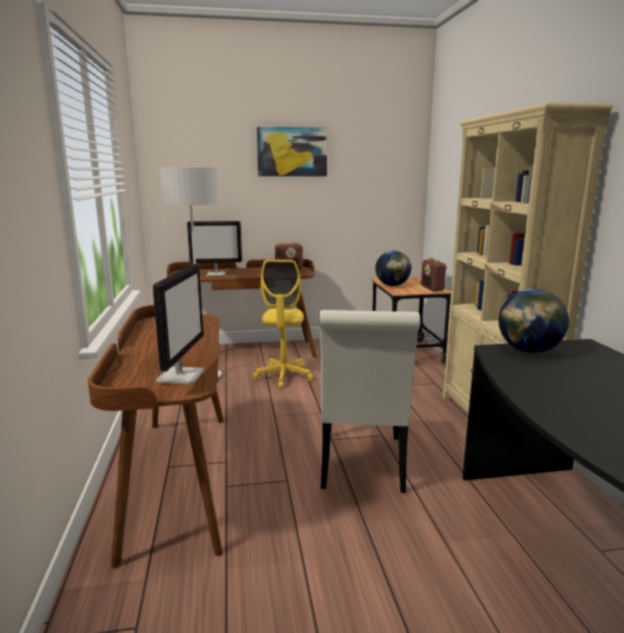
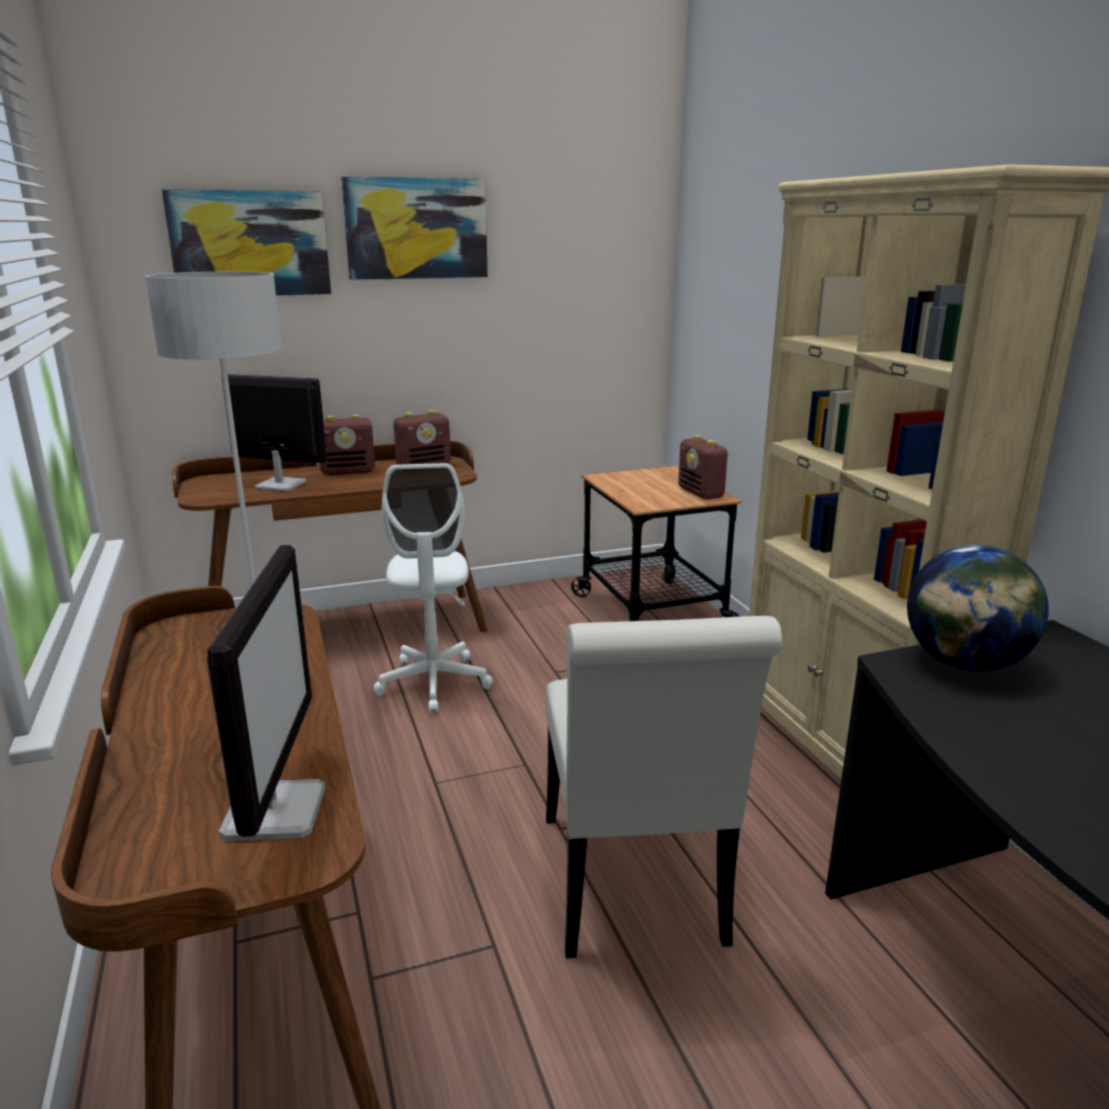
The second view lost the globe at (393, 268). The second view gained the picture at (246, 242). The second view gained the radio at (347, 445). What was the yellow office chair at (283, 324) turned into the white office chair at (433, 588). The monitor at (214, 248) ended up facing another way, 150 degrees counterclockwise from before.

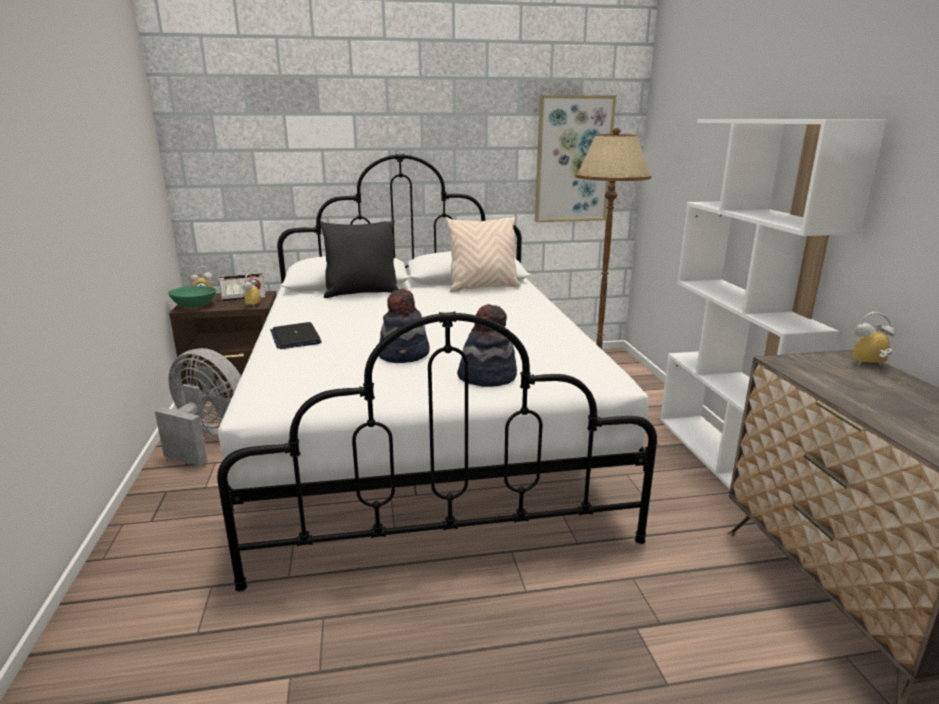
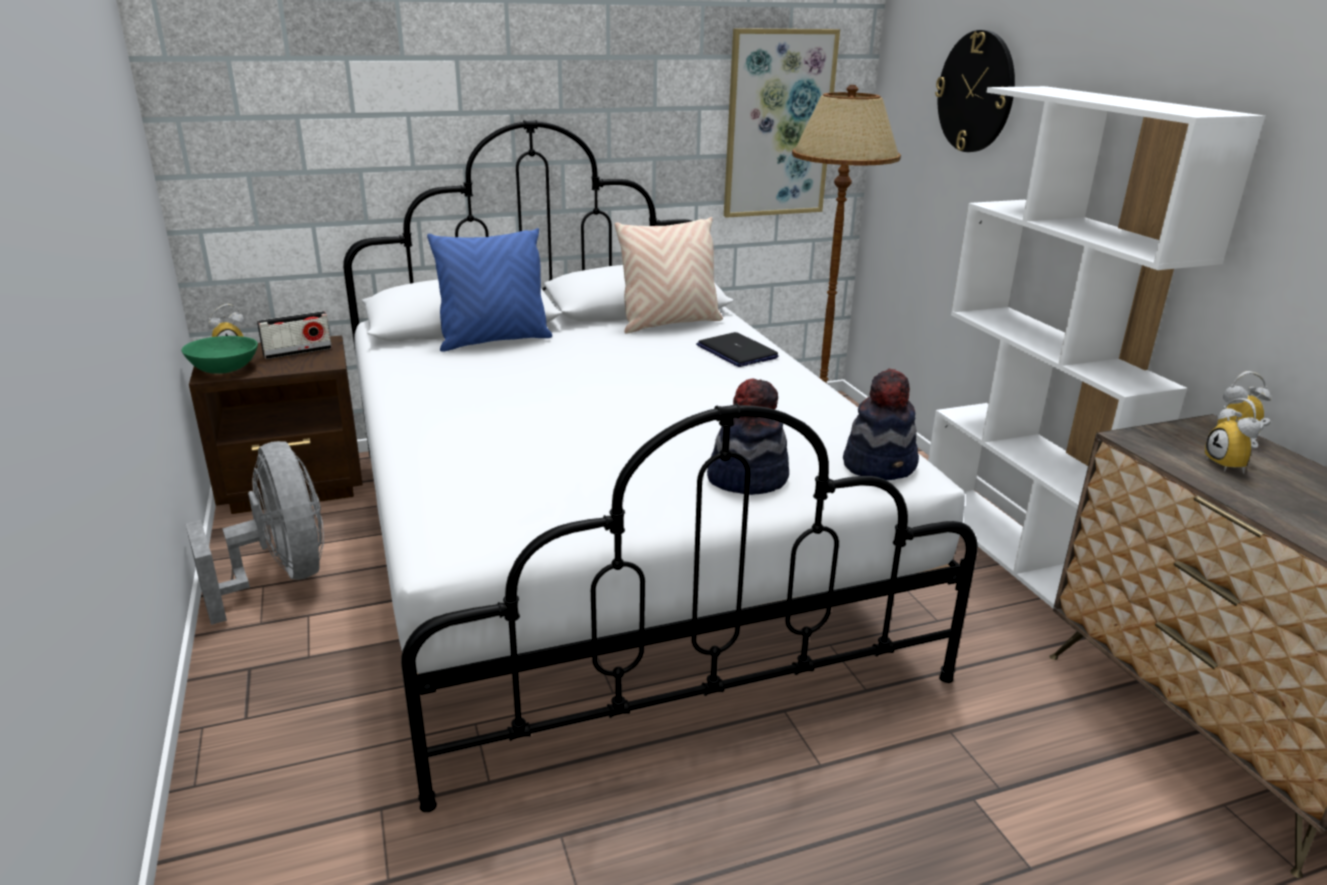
The second view gained the wall clock at (975, 91). The alarm clock ended up elsewhere, having gone from (254, 290) to (1233, 435). The laptop ended up elsewhere, having gone from (296, 335) to (737, 349). The hat ended up elsewhere, having gone from (404, 325) to (881, 424). What was the black pillow at (359, 259) turned into the blue pillow at (489, 290). The grey fan at (198, 407) ended up facing another way, 45 degrees clockwise from before.

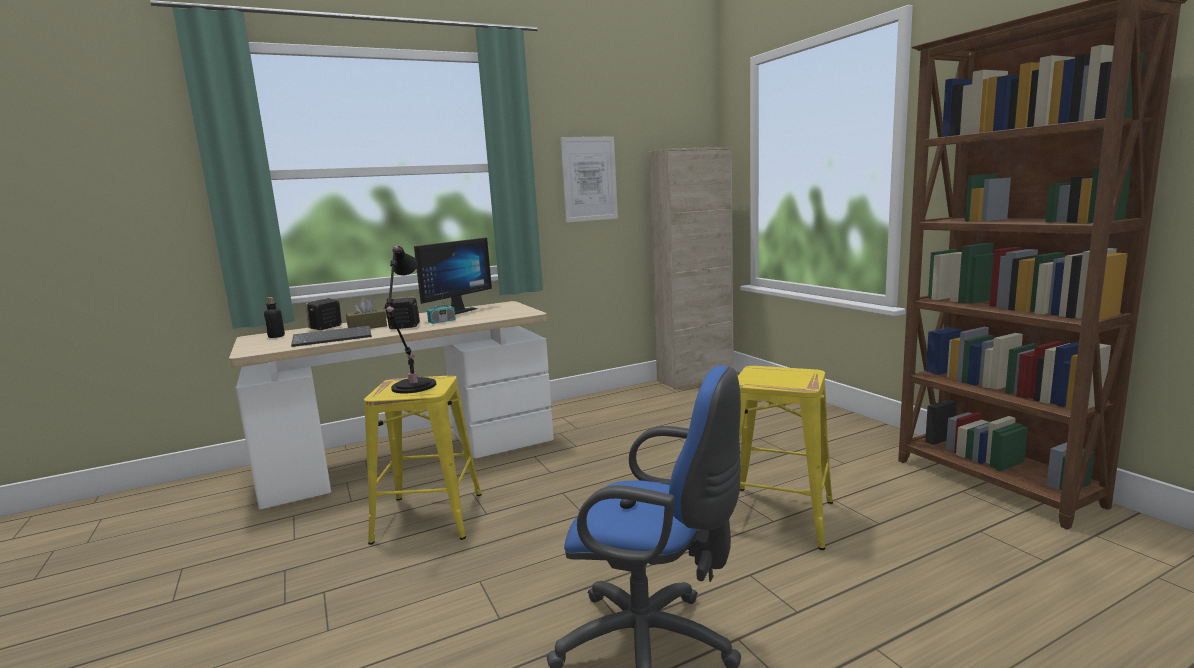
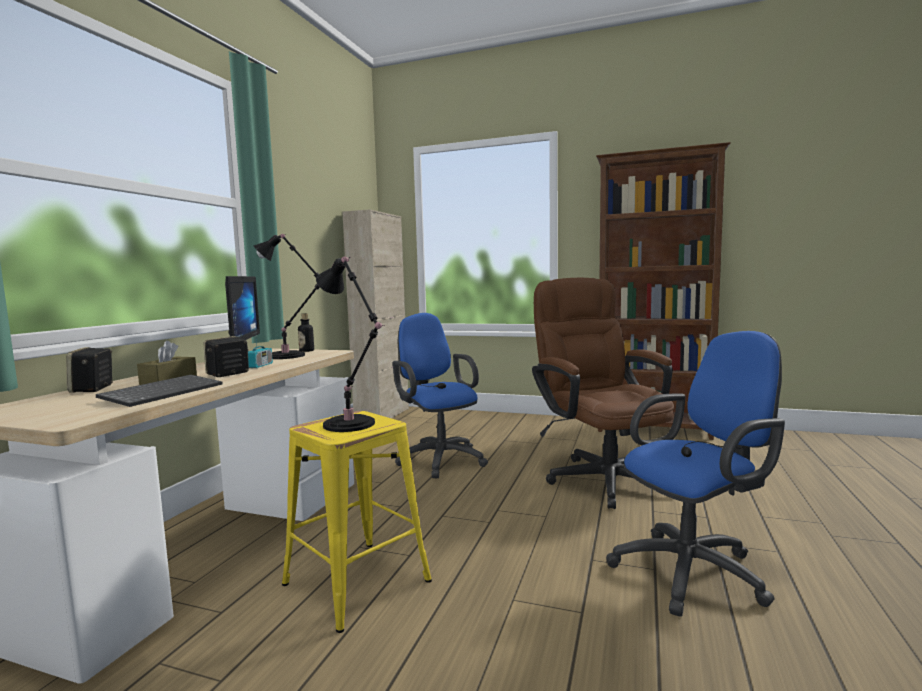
The second view lost the picture at (589, 179). The second view gained the black table lamp at (286, 296). The second view gained the blue office chair at (440, 395). The bottle ended up elsewhere, having gone from (274, 317) to (306, 332). Where the yellow stool stood at (785, 458), the brown office chair came to stand at (603, 393).

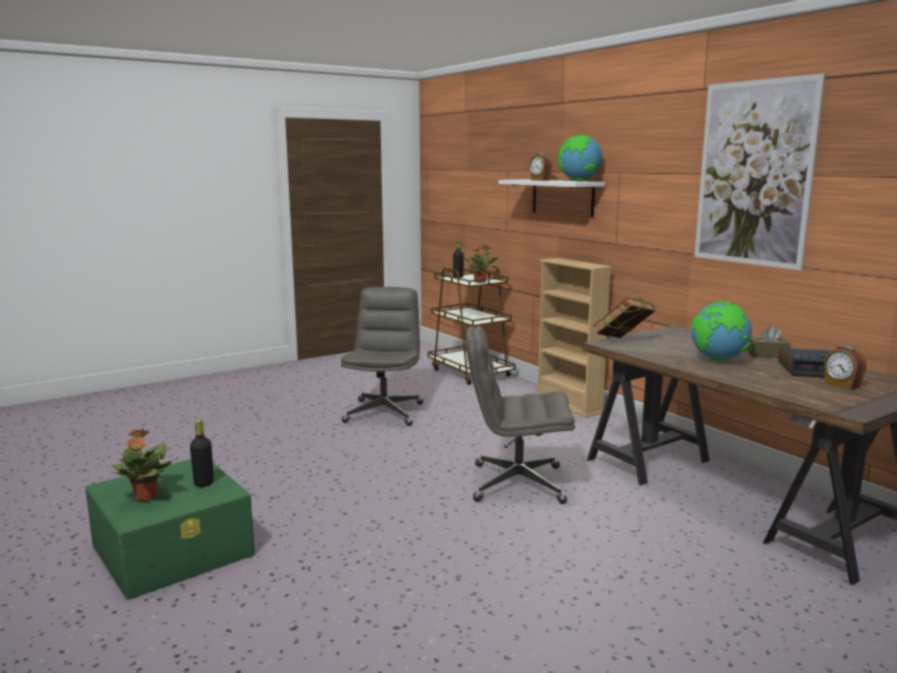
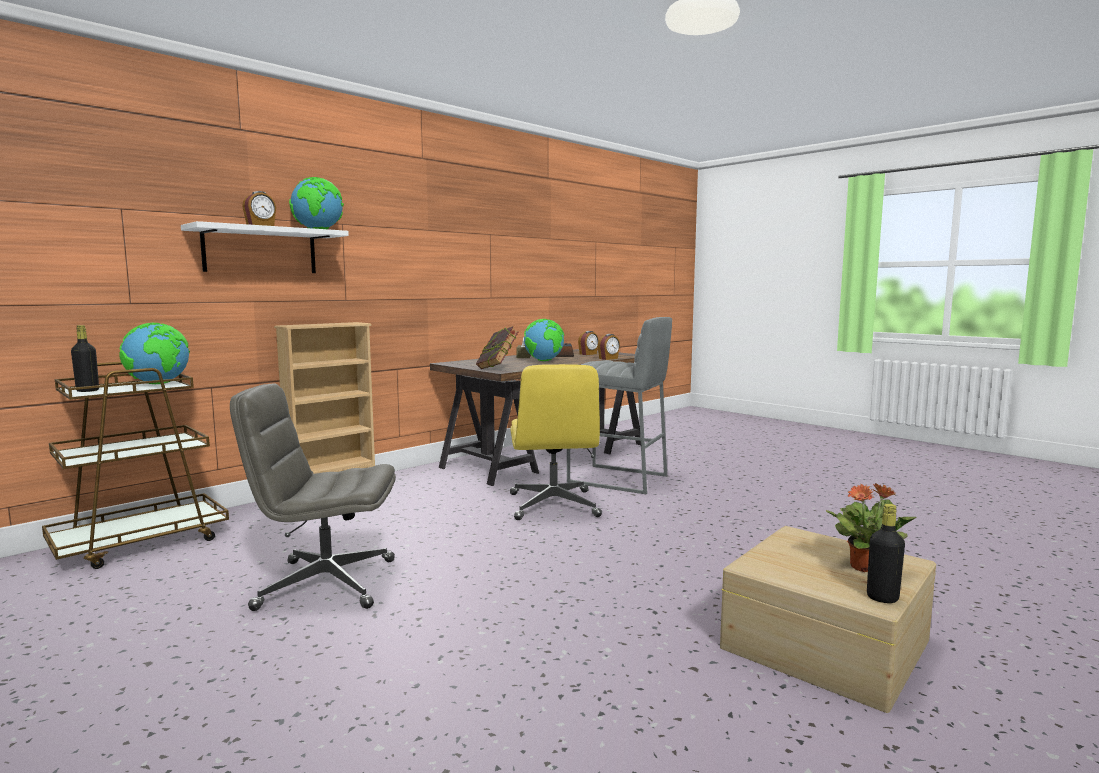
The second view lost the picture at (760, 172). The second view gained the grey stool at (619, 405). The second view gained the alarm clock at (609, 347). The black bottle ended up elsewhere, having gone from (202, 453) to (886, 553). Where the potted plant stood at (481, 263), the globe came to stand at (154, 353). What was the green storage box at (170, 529) turned into the beige storage box at (828, 619). What was the grey office chair at (520, 415) turned into the yellow office chair at (556, 442).

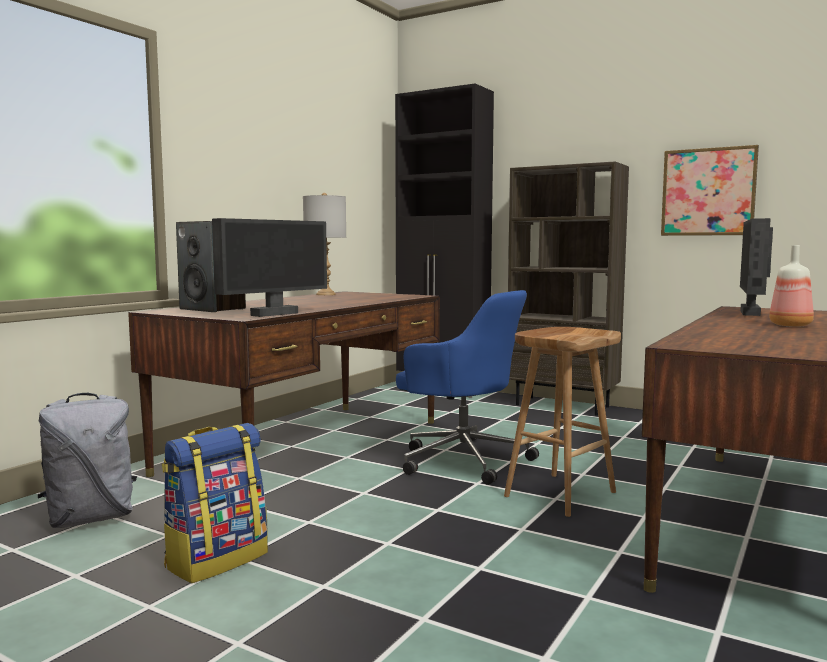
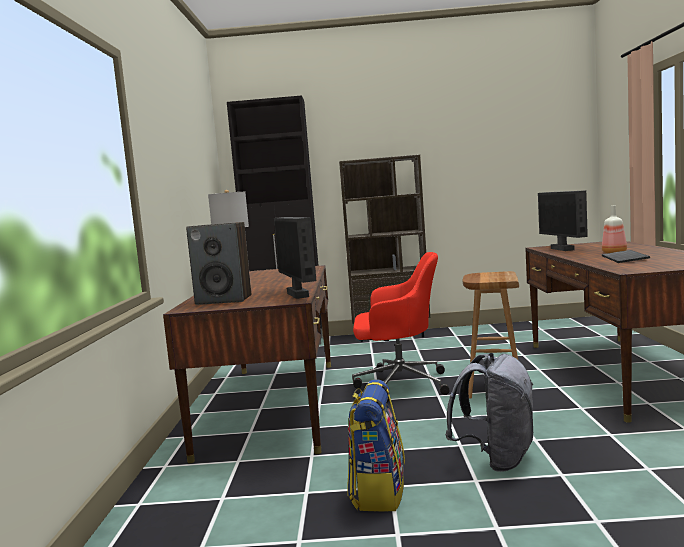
The second view lost the picture at (710, 190). The second view gained the keyboard at (626, 256). The grey backpack ended up elsewhere, having gone from (87, 460) to (489, 412). What was the blue office chair at (467, 387) turned into the red office chair at (400, 327). The monitor at (269, 267) ended up facing another way, 150 degrees clockwise from before.

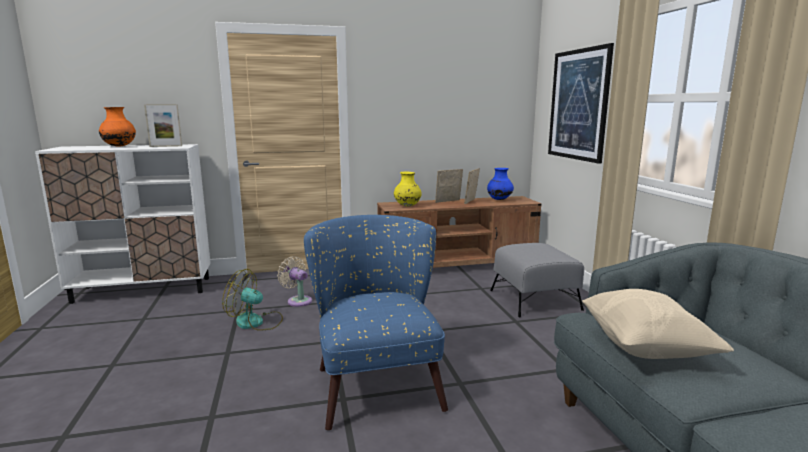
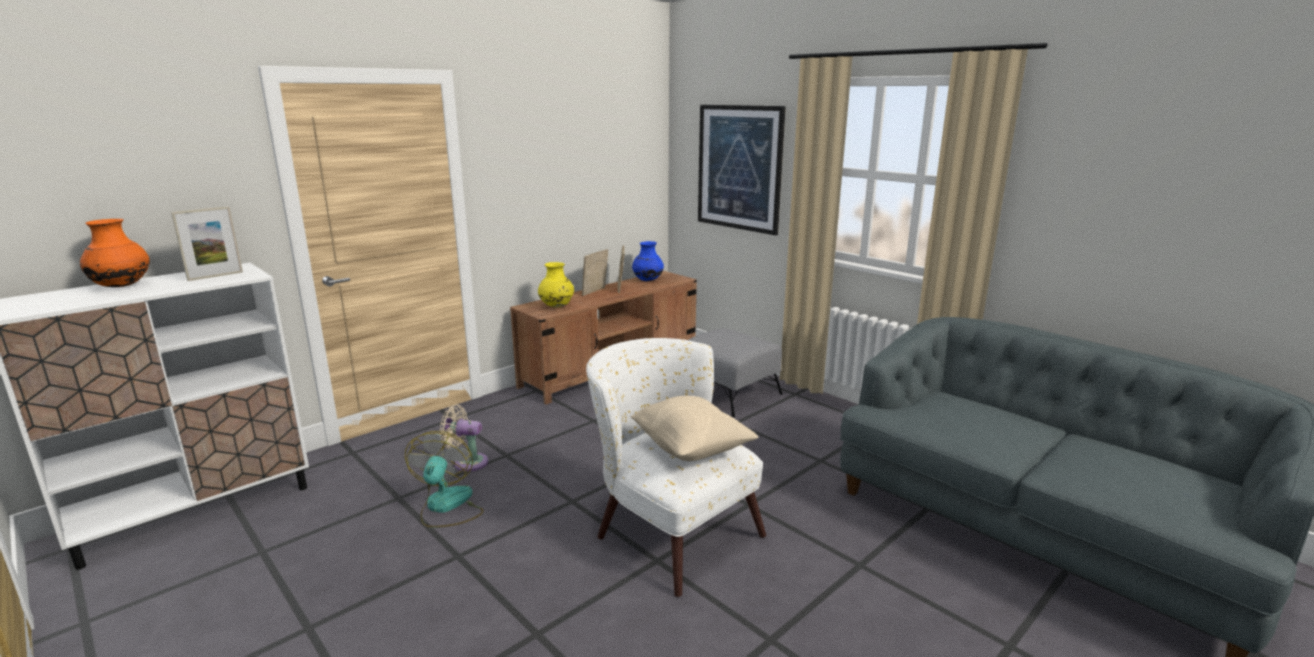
The beige pillow ended up elsewhere, having gone from (658, 324) to (694, 428). What was the blue armchair at (376, 322) turned into the white armchair at (676, 467). The fan at (252, 300) ended up facing another way, 105 degrees clockwise from before.

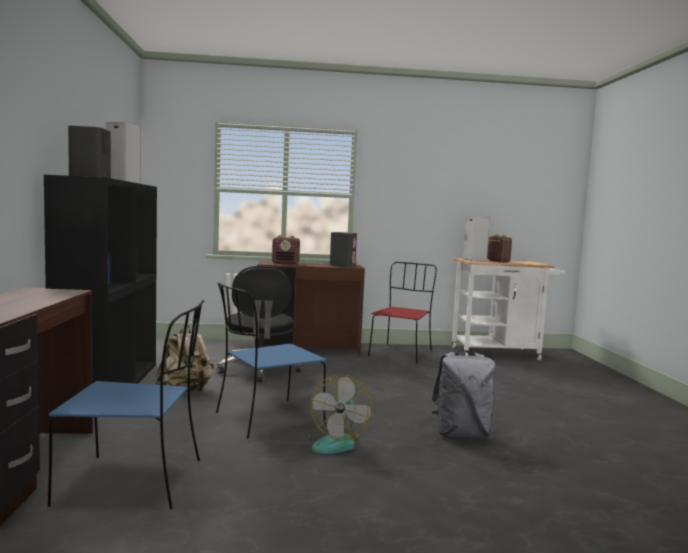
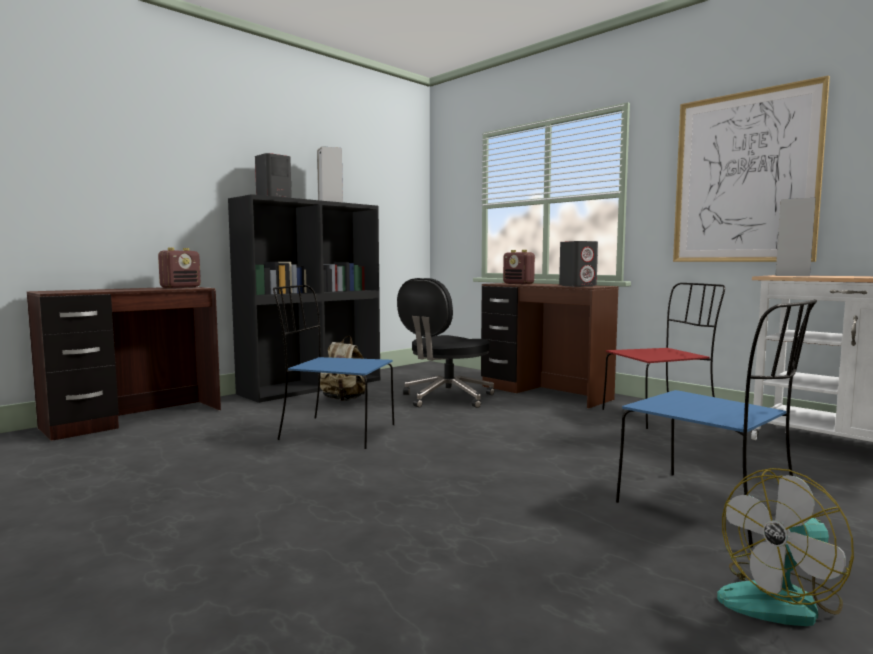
The second view lost the grey backpack at (463, 393). The second view gained the picture at (751, 168). The blue chair ended up elsewhere, having gone from (126, 404) to (716, 423). The fan ended up elsewhere, having gone from (339, 414) to (785, 547). The radio ended up elsewhere, having gone from (499, 248) to (179, 268).

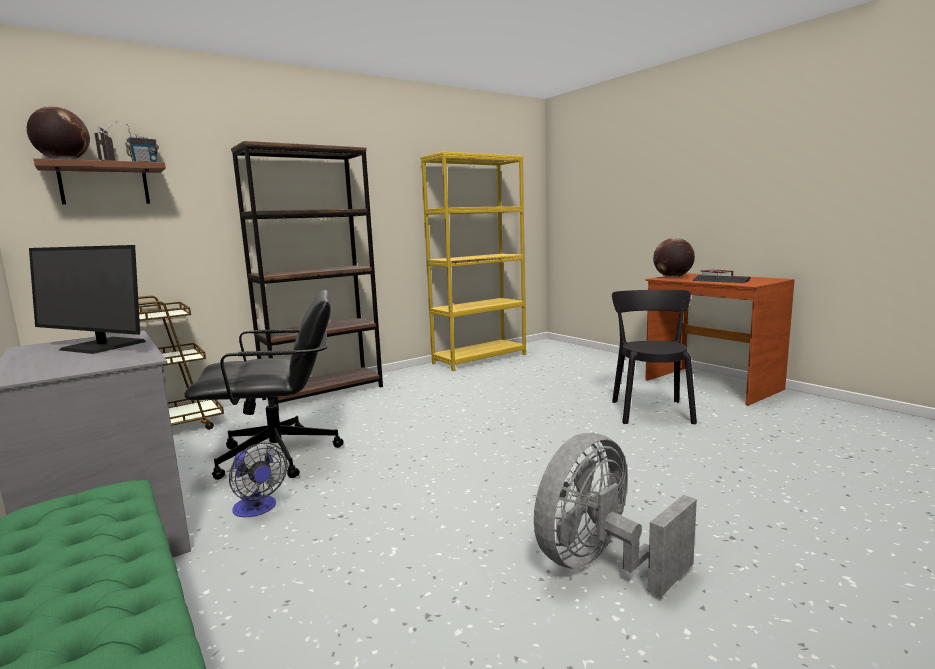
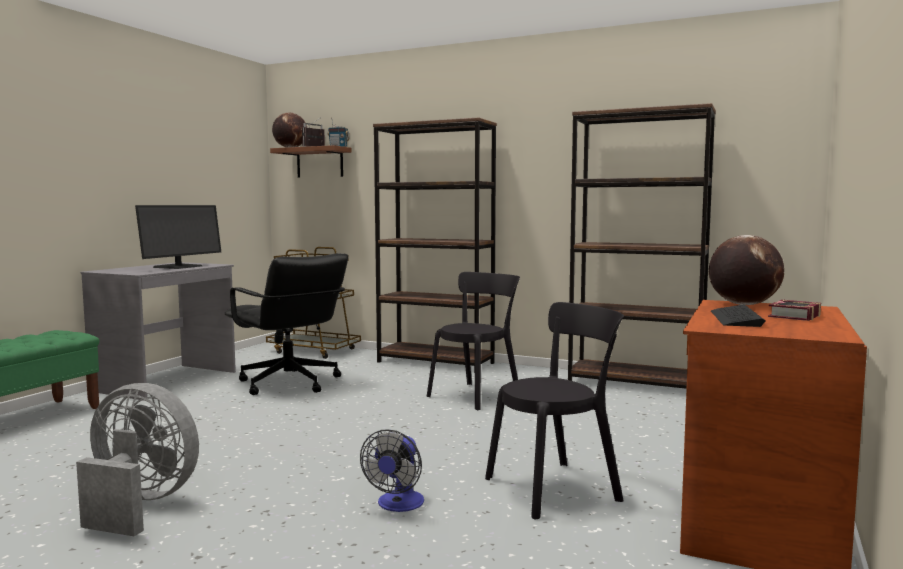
The second view gained the black chair at (473, 341). The fan ended up elsewhere, having gone from (258, 479) to (392, 471). What was the yellow bookcase at (473, 261) turned into the brown bookcase at (642, 246). The monitor at (87, 299) ended up facing another way, 150 degrees counterclockwise from before.

